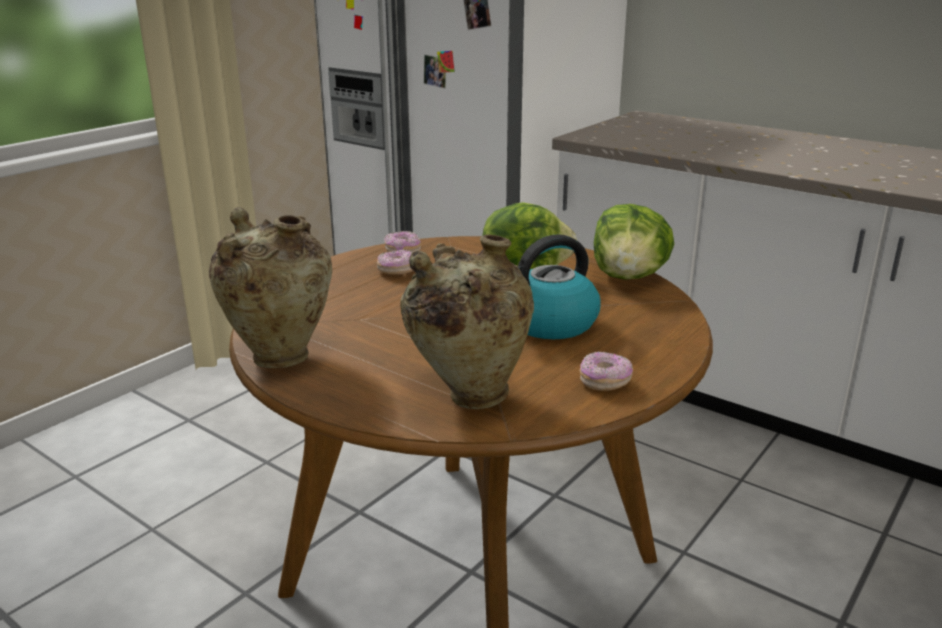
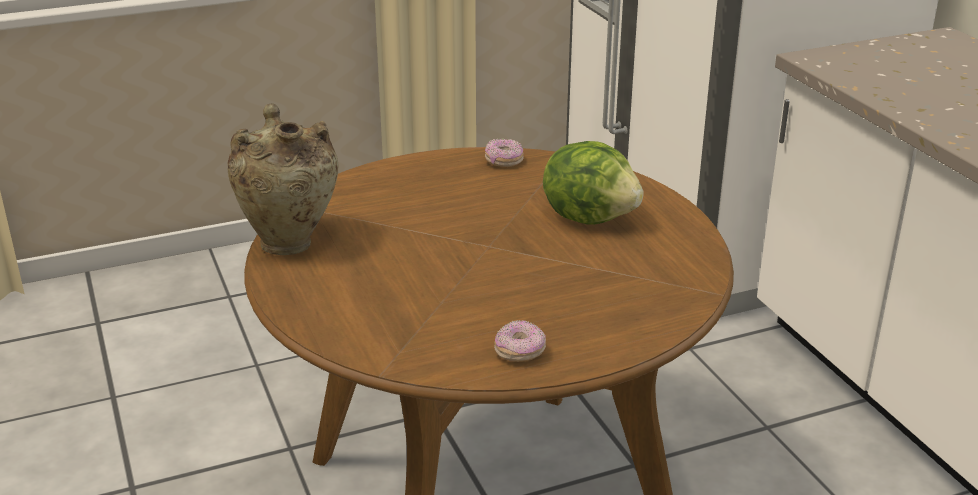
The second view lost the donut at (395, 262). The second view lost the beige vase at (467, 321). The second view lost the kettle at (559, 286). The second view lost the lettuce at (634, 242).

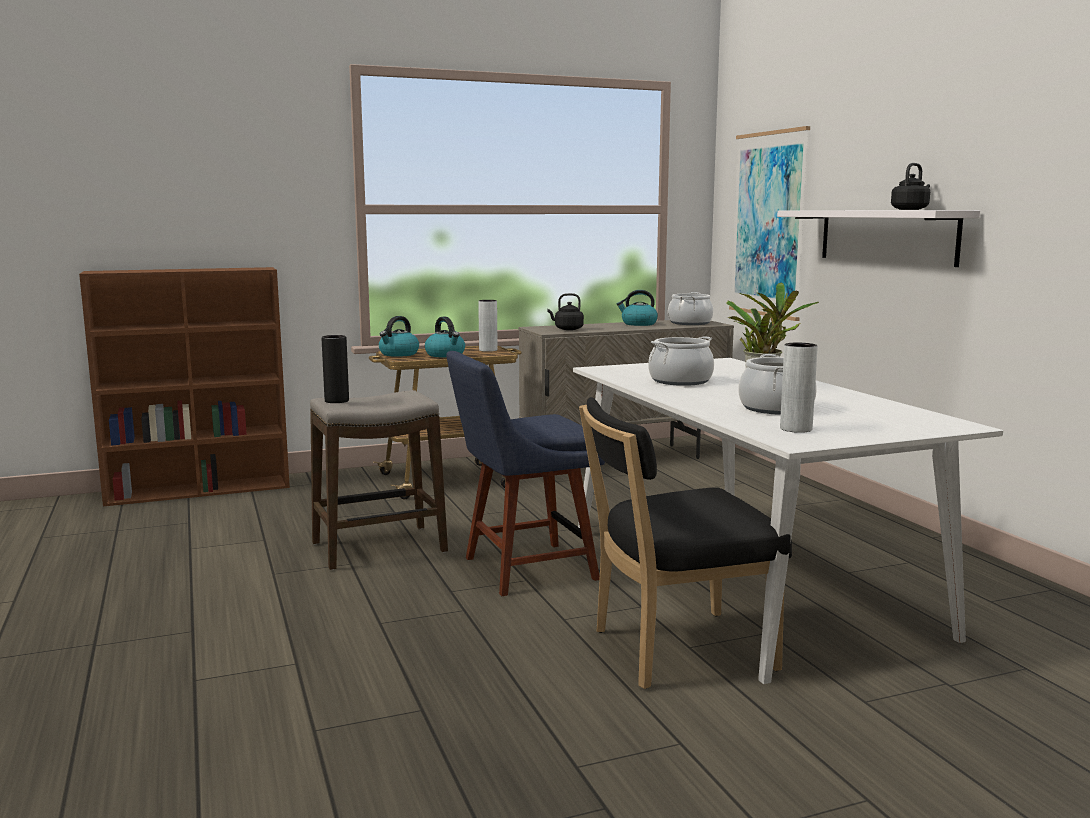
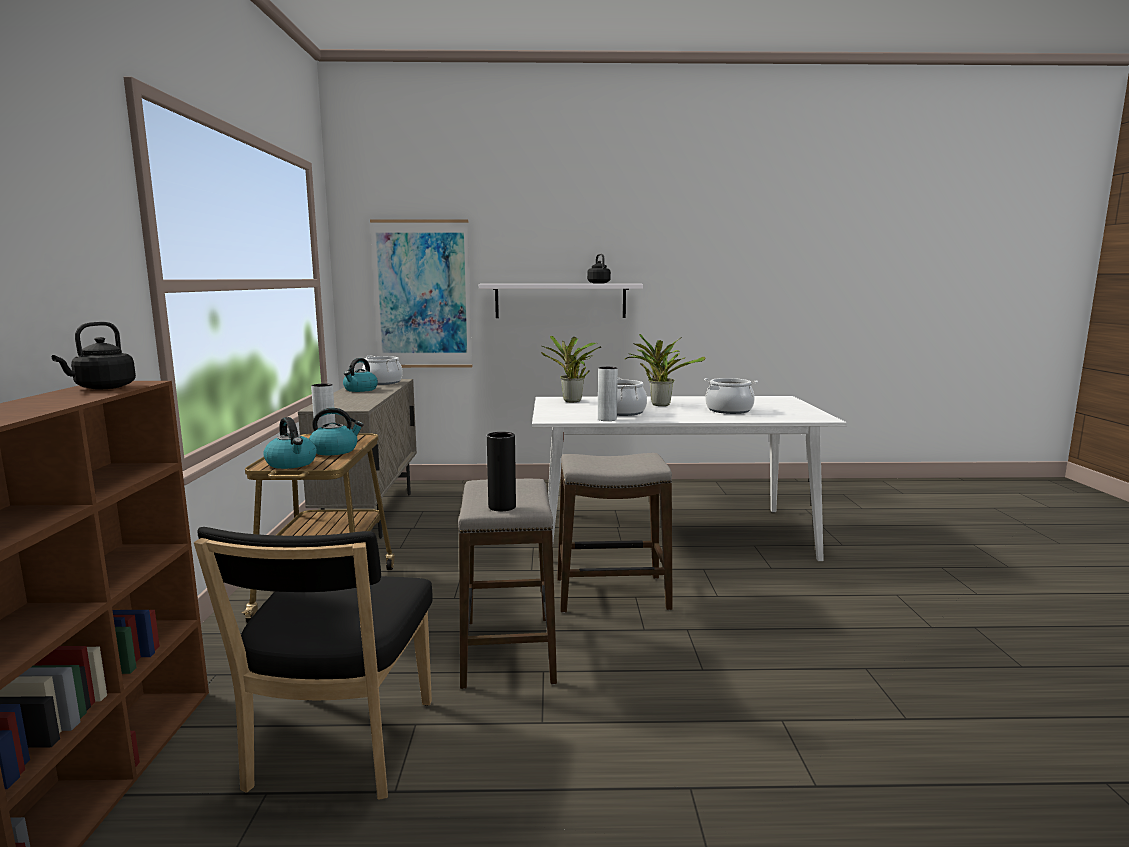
The second view gained the potted plant at (571, 369). The black kettle ended up elsewhere, having gone from (565, 311) to (94, 355). The black chair ended up elsewhere, having gone from (685, 543) to (313, 663). The grey vase ended up elsewhere, having gone from (799, 388) to (608, 394). Where the blue chair stood at (525, 473), the stool came to stand at (615, 533).

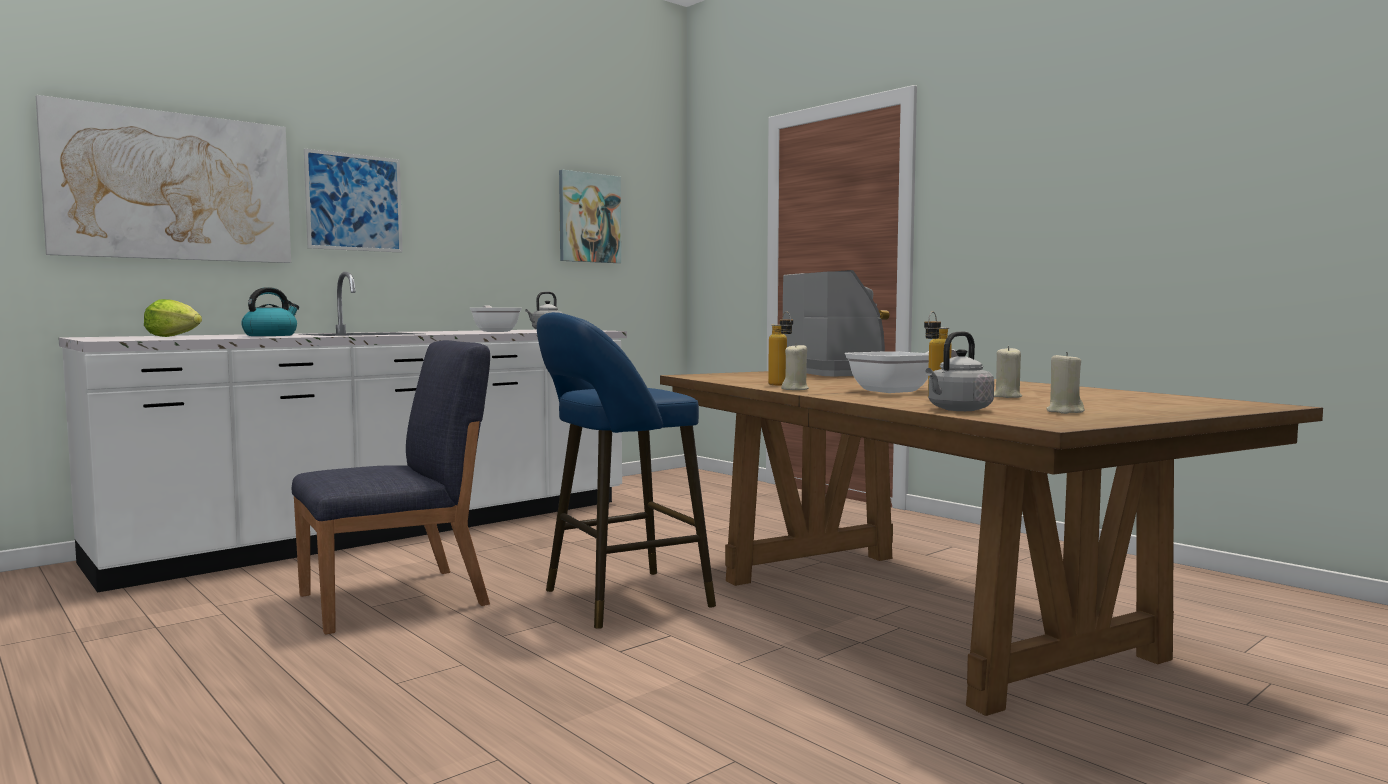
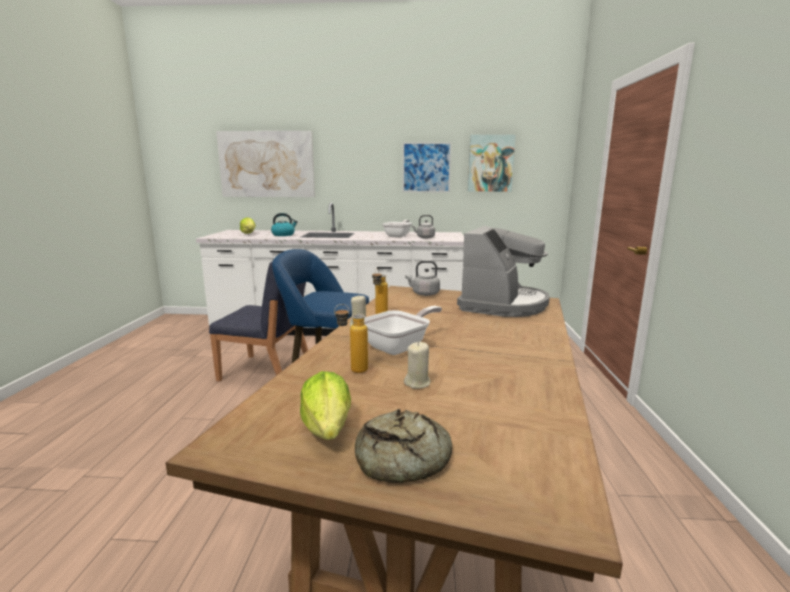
The second view gained the bread at (403, 446). The picture ended up elsewhere, having gone from (353, 200) to (427, 167). The grey kettle ended up elsewhere, having gone from (959, 371) to (422, 278). Where the beige candle stood at (1065, 383), the lettuce came to stand at (325, 405). The frying pan at (901, 371) ended up facing another way, 60 degrees counterclockwise from before.

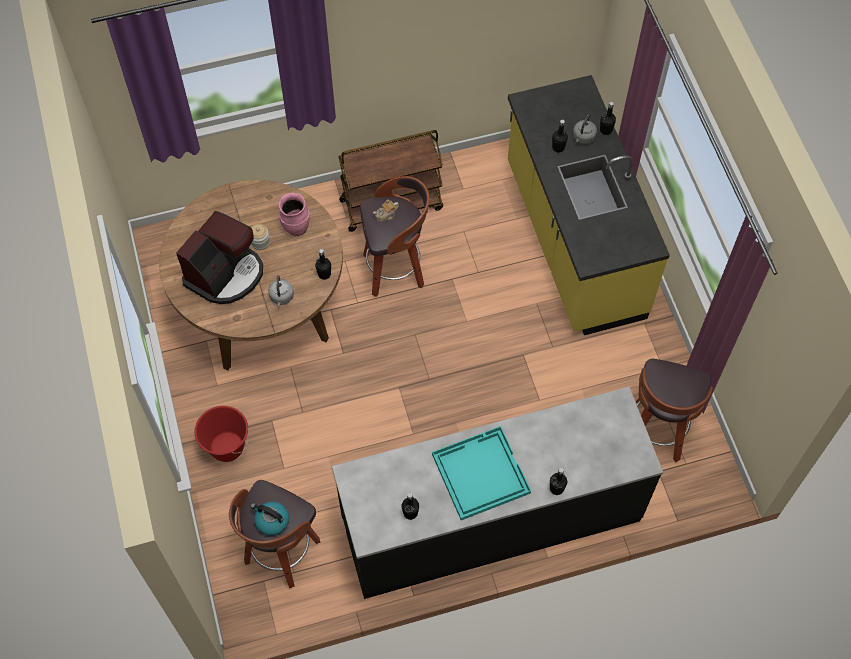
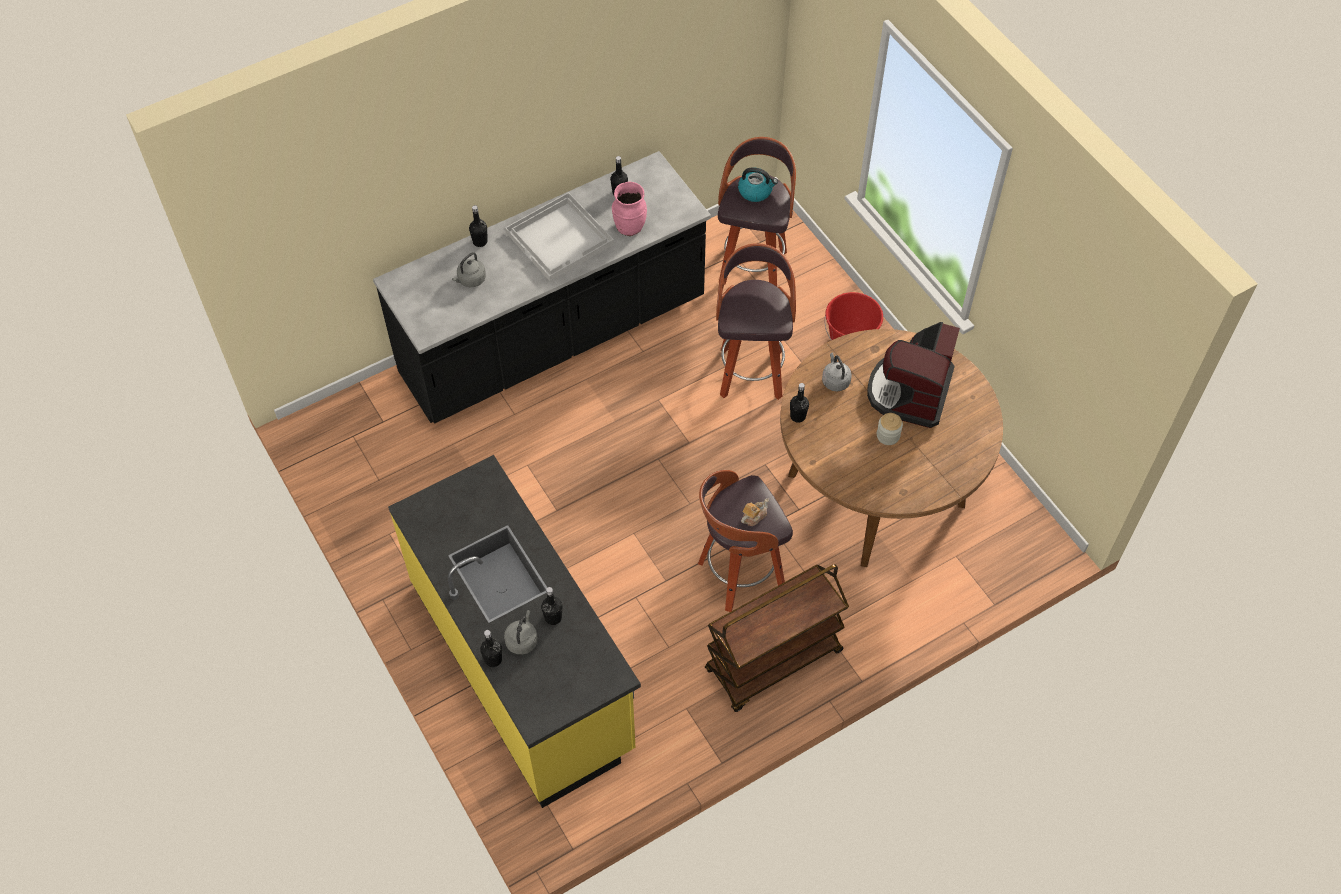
The second view gained the grey kettle at (469, 269). The pink vase ended up elsewhere, having gone from (294, 214) to (629, 209). The stool ended up elsewhere, having gone from (674, 410) to (756, 321). What was the turquoise tray at (481, 473) turned into the white tray at (559, 236).

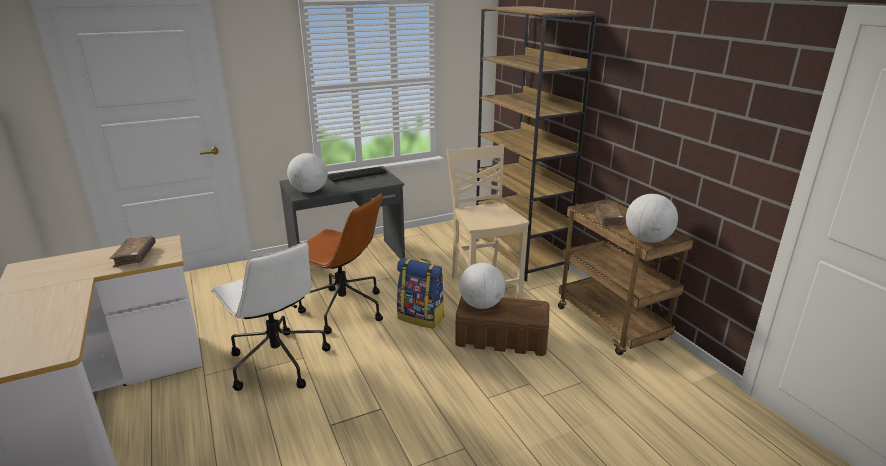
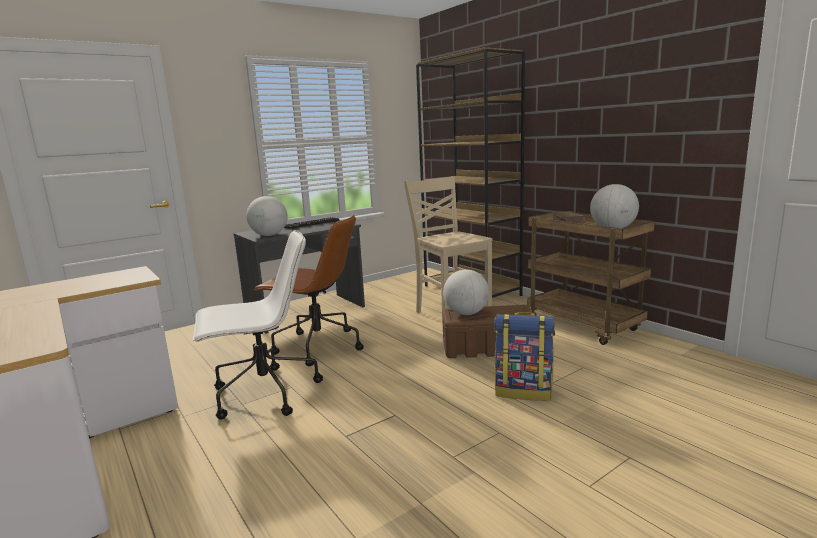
The second view lost the brown book at (133, 251). The backpack ended up elsewhere, having gone from (421, 293) to (524, 356). The white office chair at (271, 316) ended up facing another way, 60 degrees counterclockwise from before.

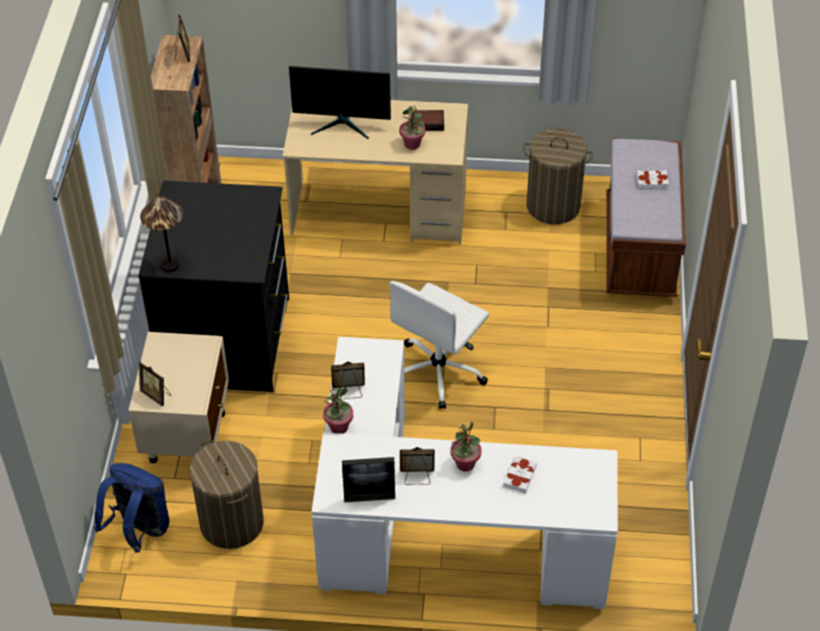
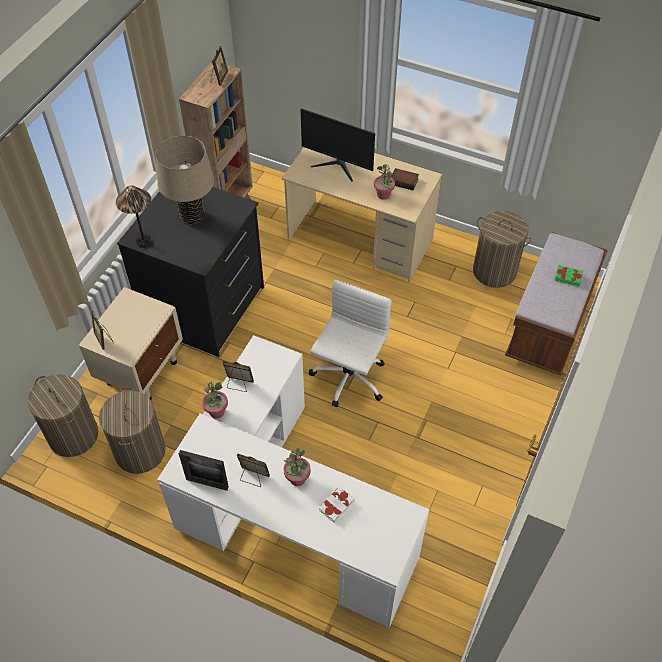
The second view gained the beige table lamp at (184, 180). Where the blue backpack stood at (131, 507), the laundry basket came to stand at (62, 415). What was the white book at (653, 179) turned into the green book at (569, 275). The white office chair at (439, 345) ended up facing another way, 150 degrees clockwise from before.

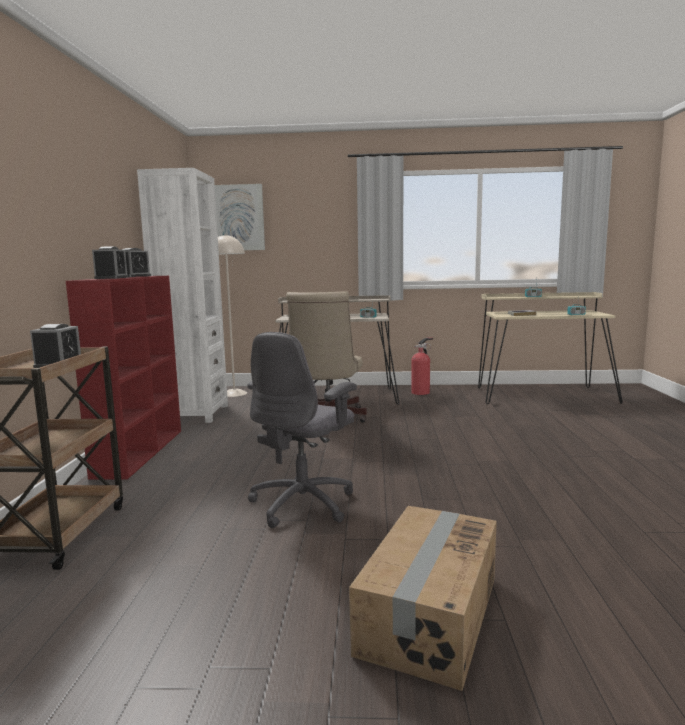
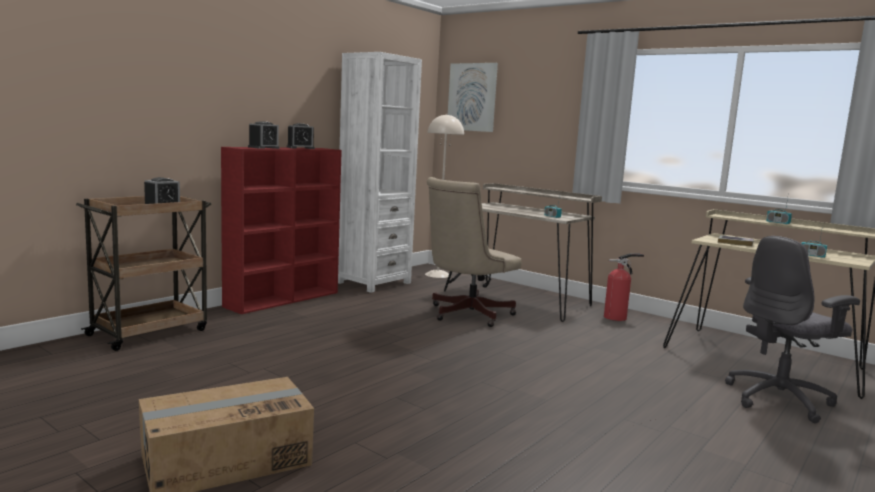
The grey office chair ended up elsewhere, having gone from (302, 430) to (792, 329).

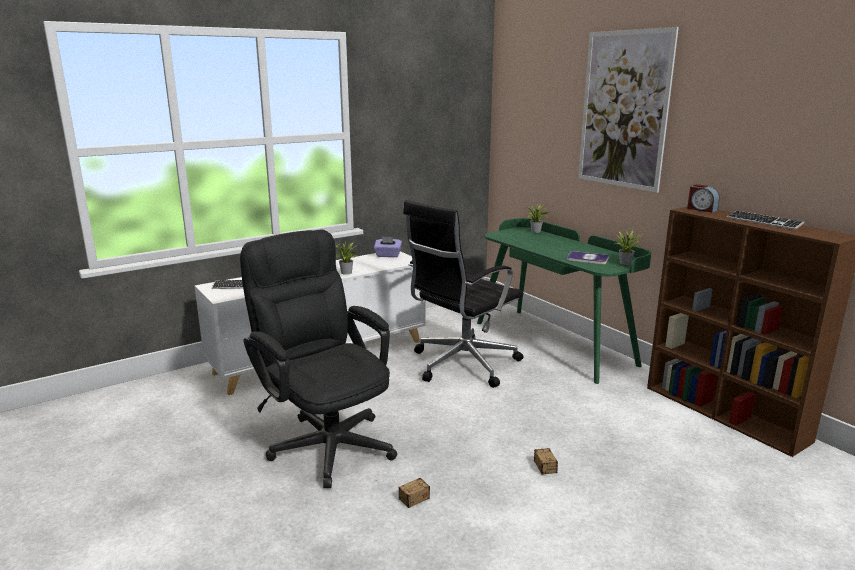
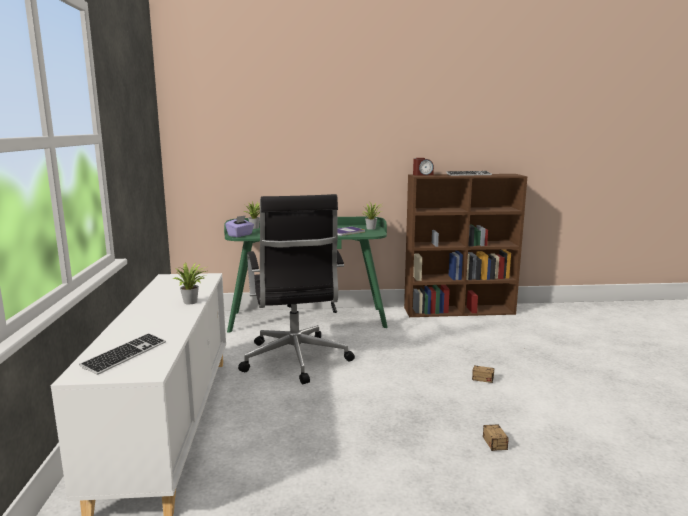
The second view lost the black office chair at (318, 359). The second view lost the picture at (628, 110). The purple tissue box ended up elsewhere, having gone from (388, 246) to (239, 226).

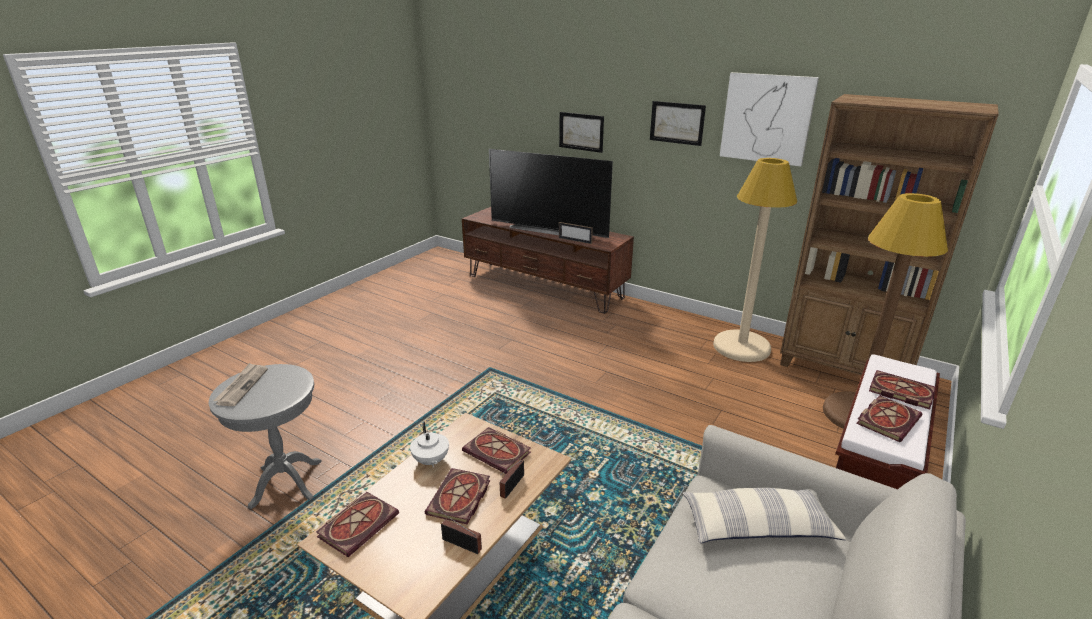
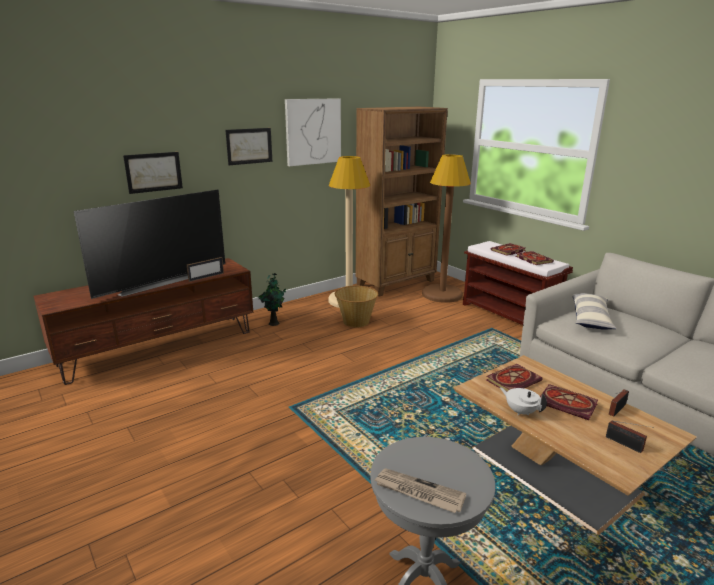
The second view lost the book at (357, 524). The second view gained the potted plant at (272, 299). The second view gained the basket at (356, 306). The radio ended up elsewhere, having gone from (512, 479) to (630, 437). The white teapot at (429, 444) ended up facing another way, 135 degrees counterclockwise from before.

